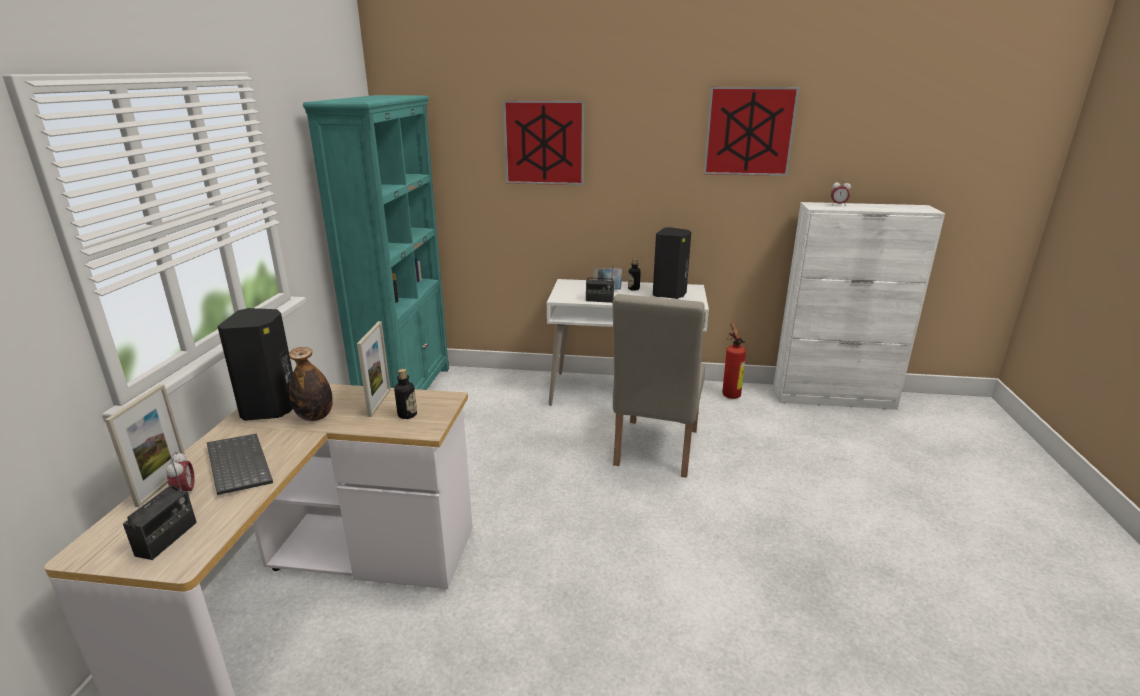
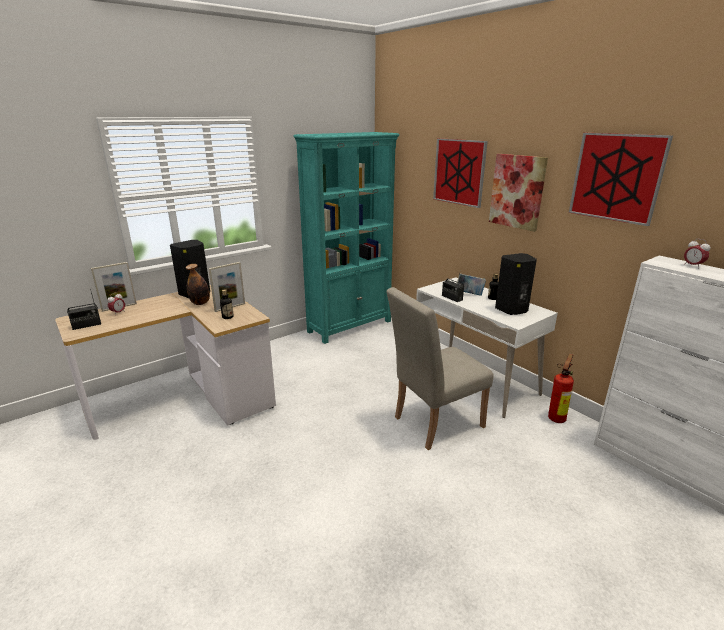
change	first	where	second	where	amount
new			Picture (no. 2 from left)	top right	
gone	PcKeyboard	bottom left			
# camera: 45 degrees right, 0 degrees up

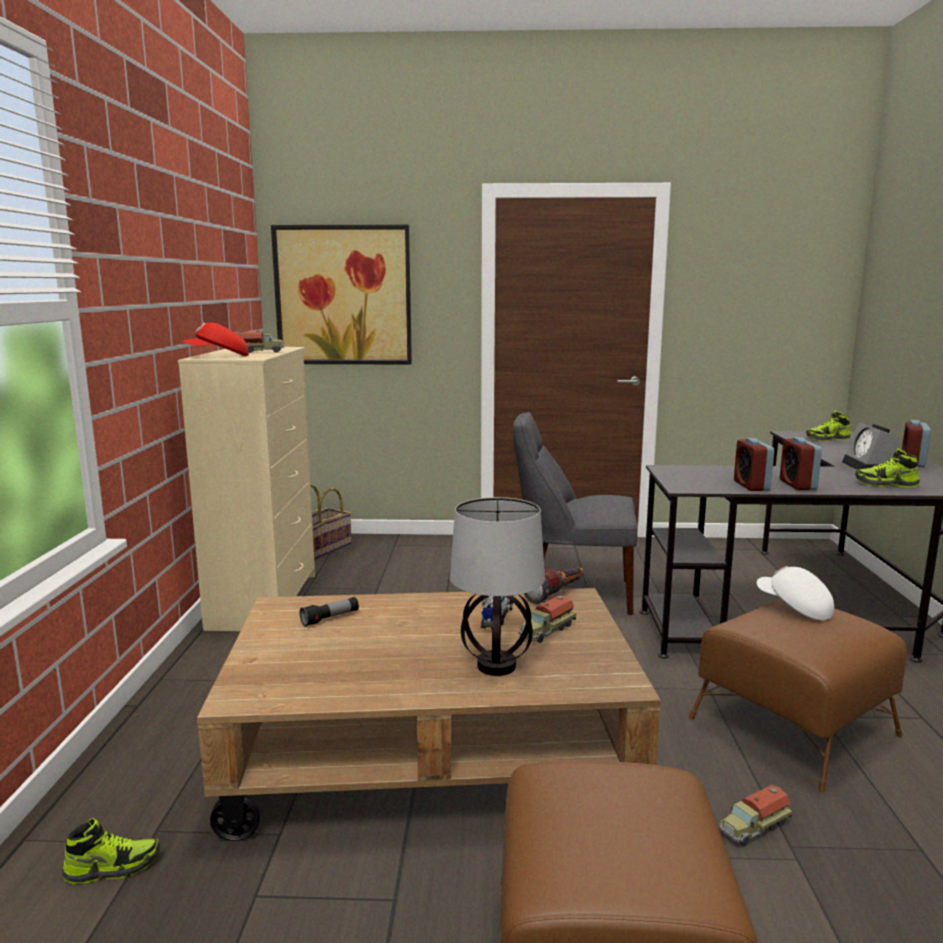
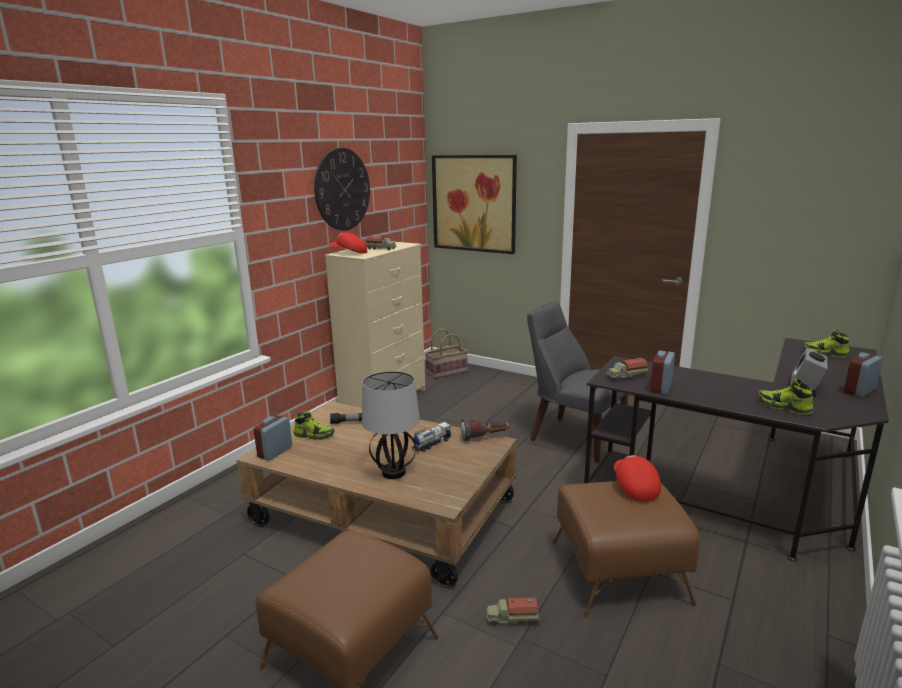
change	first	where	second	where	amount
shifted	TableClock (no. 2 from left in the first image)	middle right	TableClock (no. 1 from left)	middle left	
shifted	Shoe (no. 1 from left)	bottom left		centre	
new			HangingClock	top centre	
shifted	ModelTruck (no. 3 from left in the first image)	centre	ModelTruck (no. 4 from left)	middle right	
repainted	WhitishPeakedCap	middle right	ReddishPeakedCap (no. 2 from left)	bottom right	
# camera: 30 degrees right, 5 degrees up

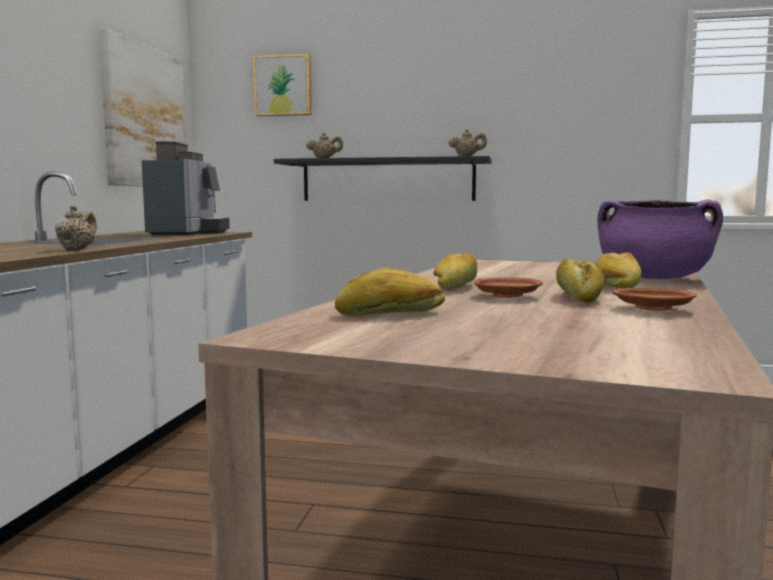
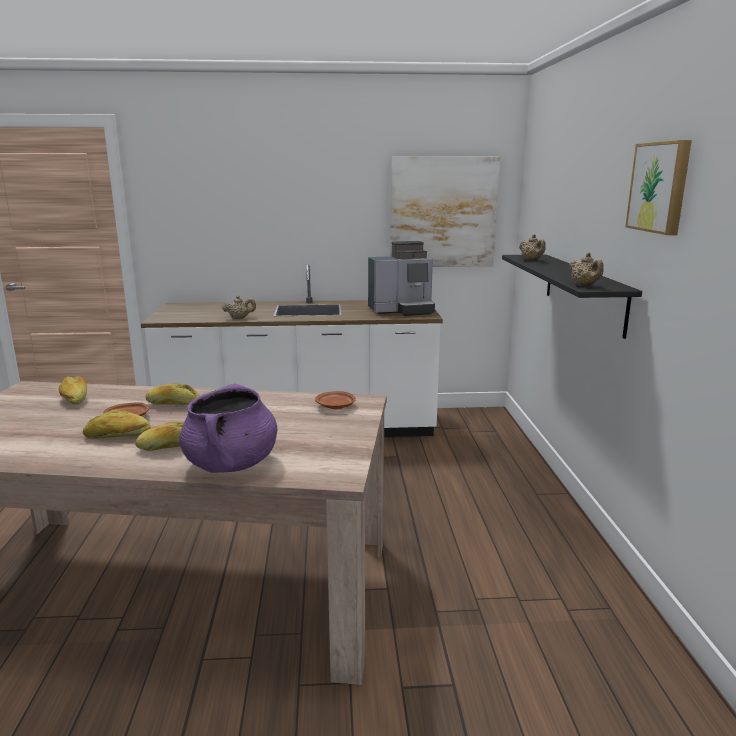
change	first	where	second	where	amount
shifted	BrownishDinnerPlate (no. 2 from left)	middle right		centre	
shifted	Picture (no. 2 from left)	top centre		top right	
# camera: 75 degrees right, 10 degrees up

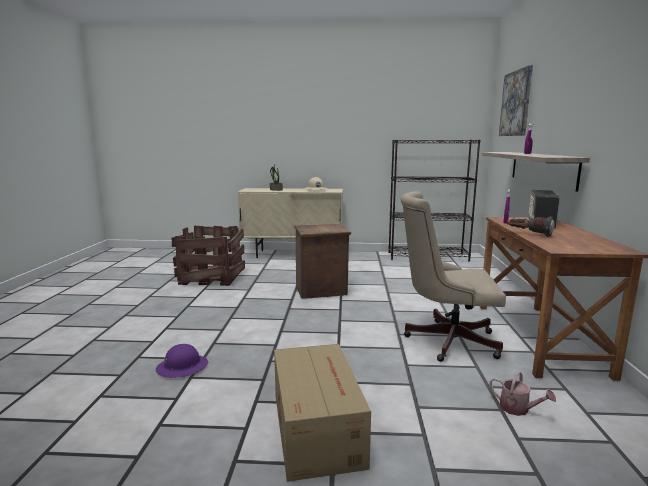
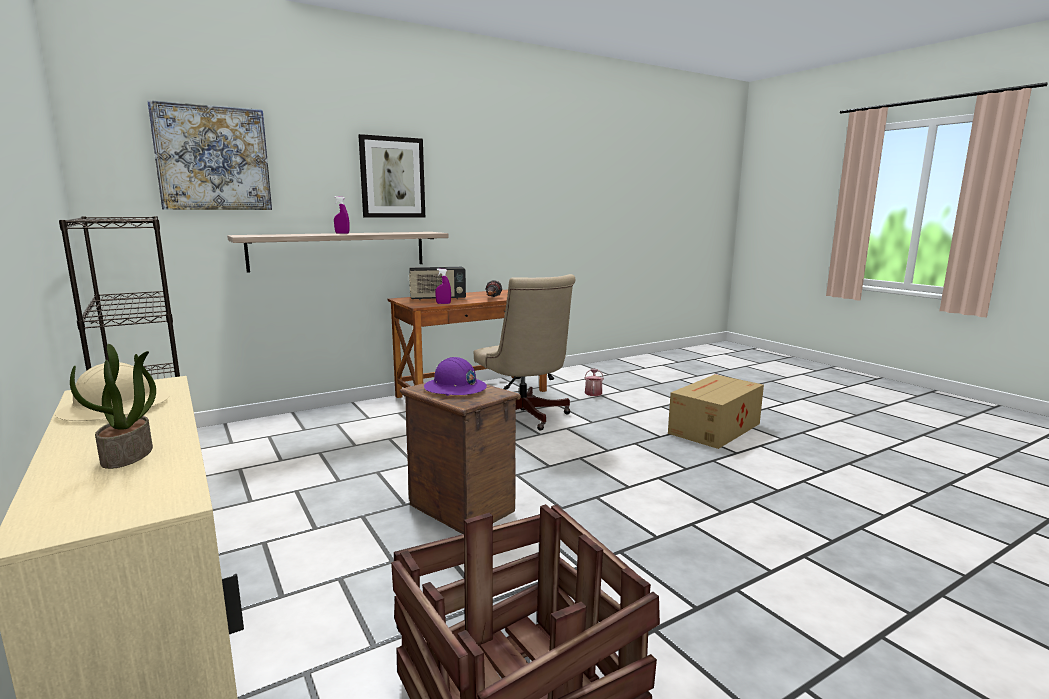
change	first	where	second	where	amount
new			Picture (no. 2 from left)	top centre	
shifted	PurpleHardHat	bottom left		centre	
# camera: 125 degrees left, 0 degrees up

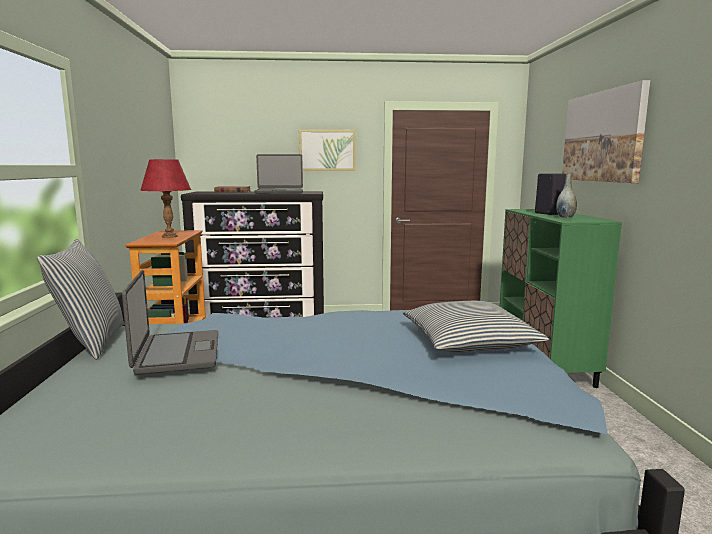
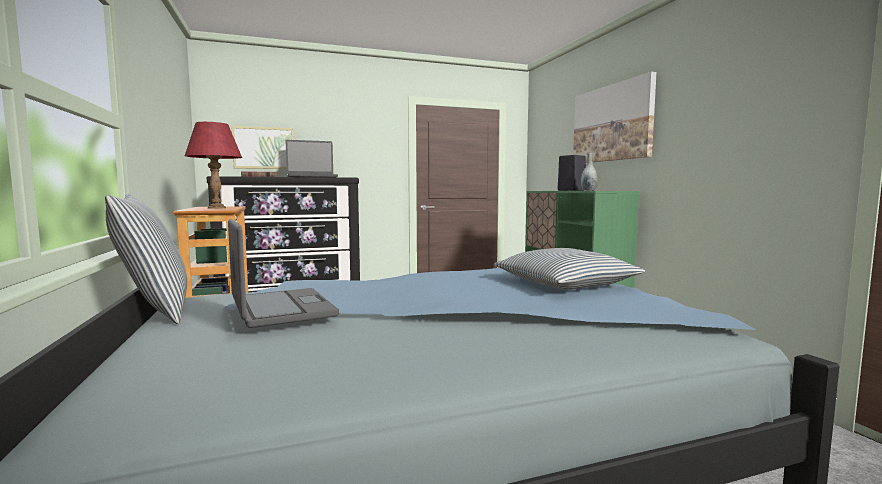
change	first	where	second	where	amount
shifted	Picture (no. 1 from left)	top centre		top left	
# camera: 15 degrees left, 5 degrees down

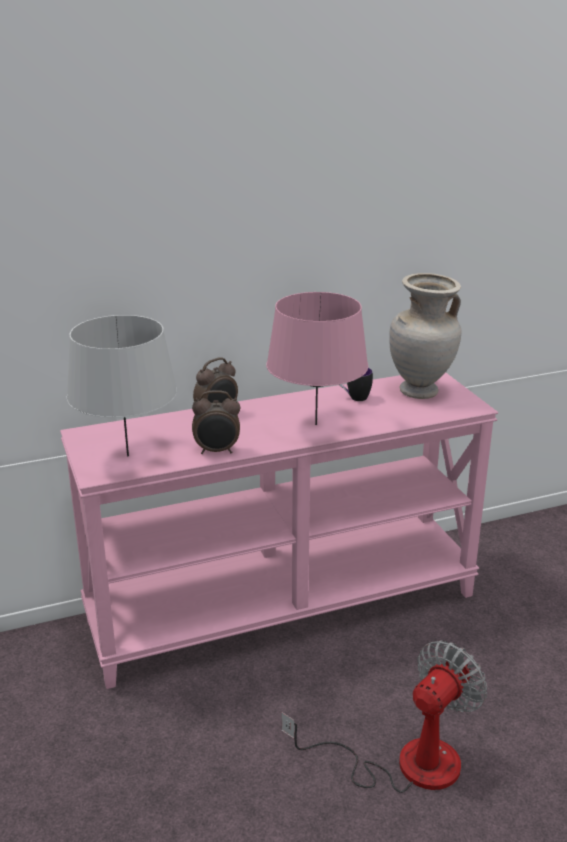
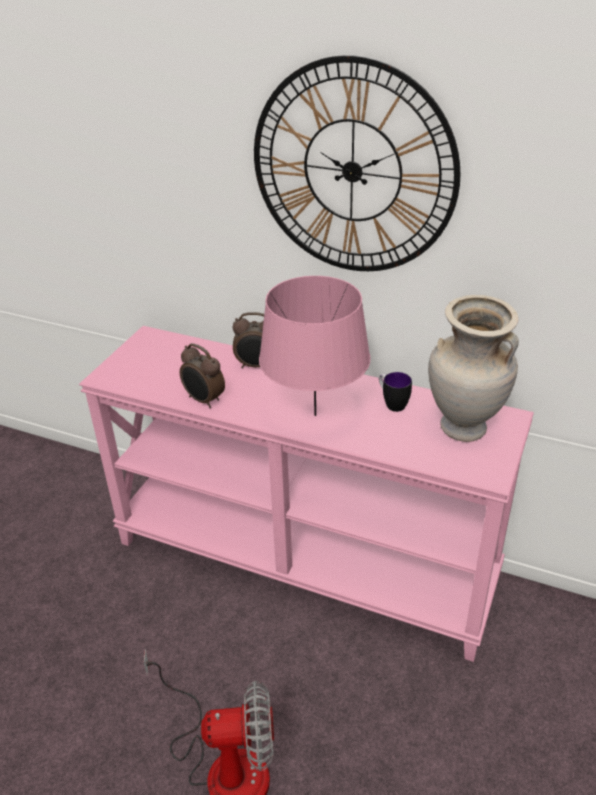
change	first	where	second	where	amount
new			HangingClock	top centre	
gone	GreyishTabletopLamp	middle left			
# camera: 45 degrees right, 10 degrees up

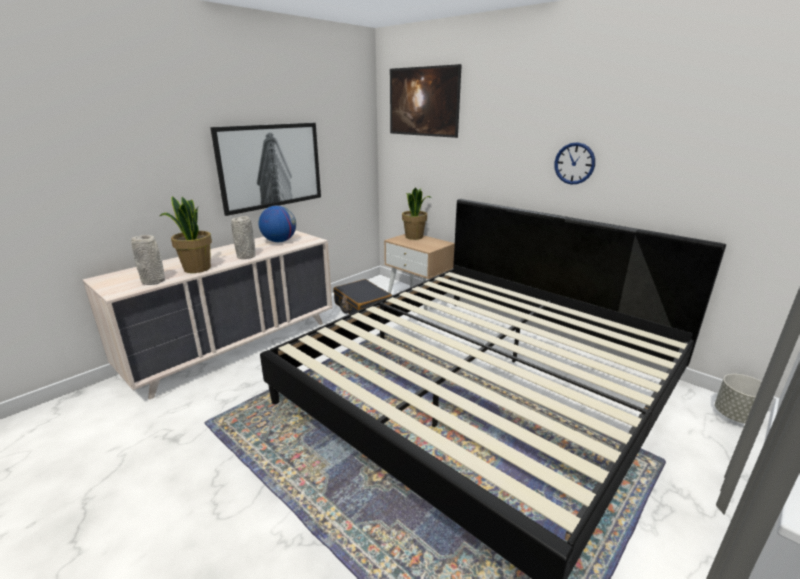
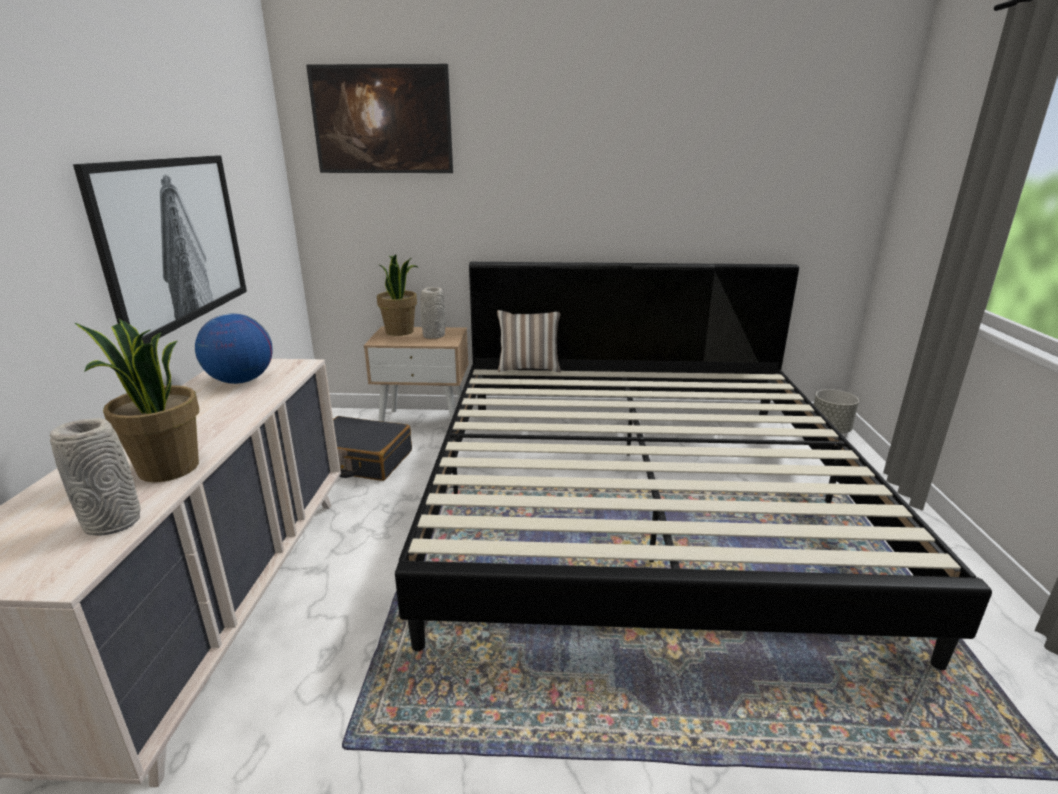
change	first	where	second	where	amount
shifted	GreyishFlowerVase (no. 2 from left)	middle left		centre	
new			Pillow	centre	
gone	HangingClock	top right			
# camera: 40 degrees left, 0 degrees up

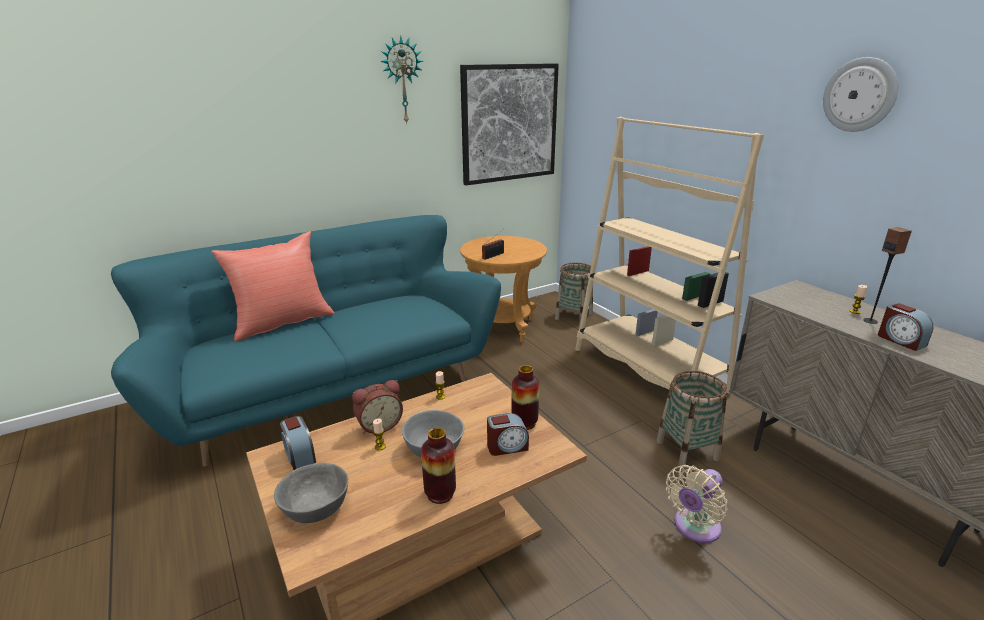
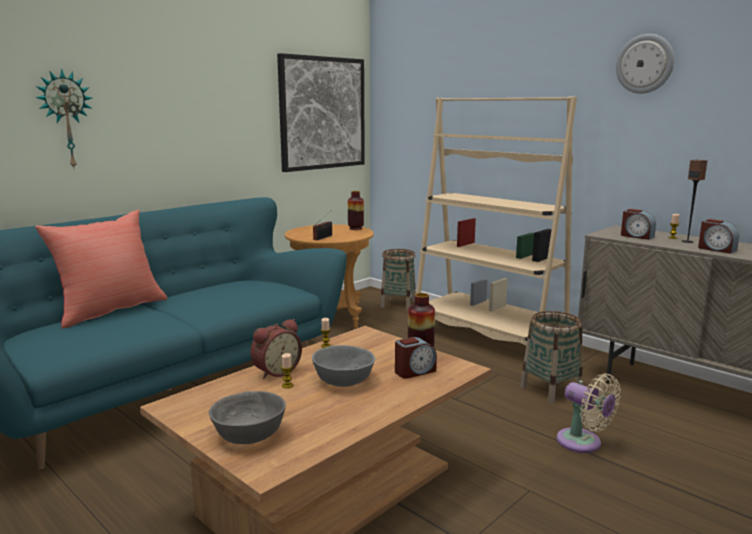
change	first	where	second	where	amount
shifted	HangingClock (no. 1 from left)	top centre		top left	
shifted	FlowerVase (no. 1 from left)	bottom centre		centre	
rotated	BeigeColouredCoolingFan	bottom right		bottom right	75 degrees counterclockwise
shifted	TableClock (no. 1 from left in the first image)	bottom left	TableClock (no. 3 from left)	middle right	
# camera: 15 degrees left, 10 degrees down

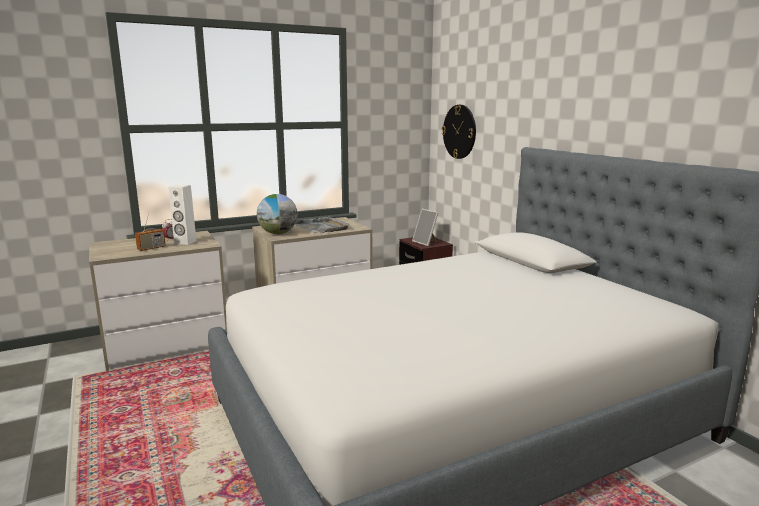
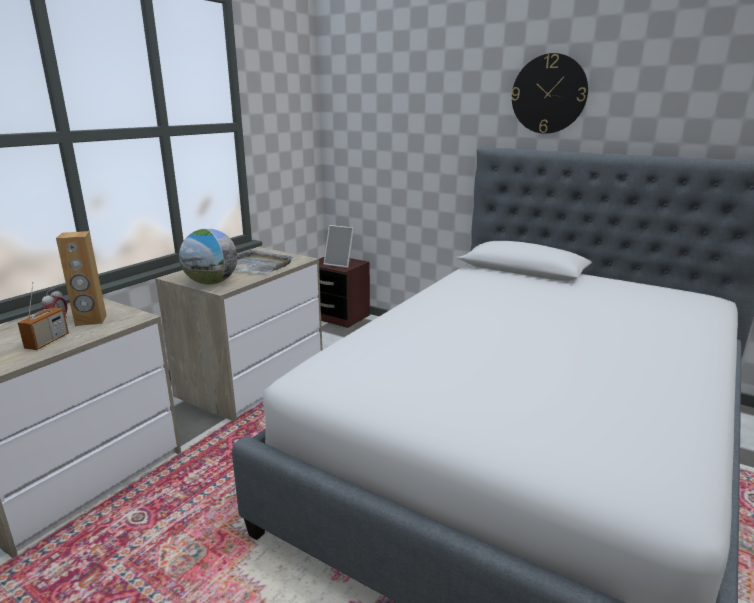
change	first	where	second	where	amount
repainted	WhitishLoudspeaker	middle left	BrownishLoudspeaker	middle left	
shifted	HangingClock	top centre		top right	
# camera: 30 degrees left, 5 degrees up

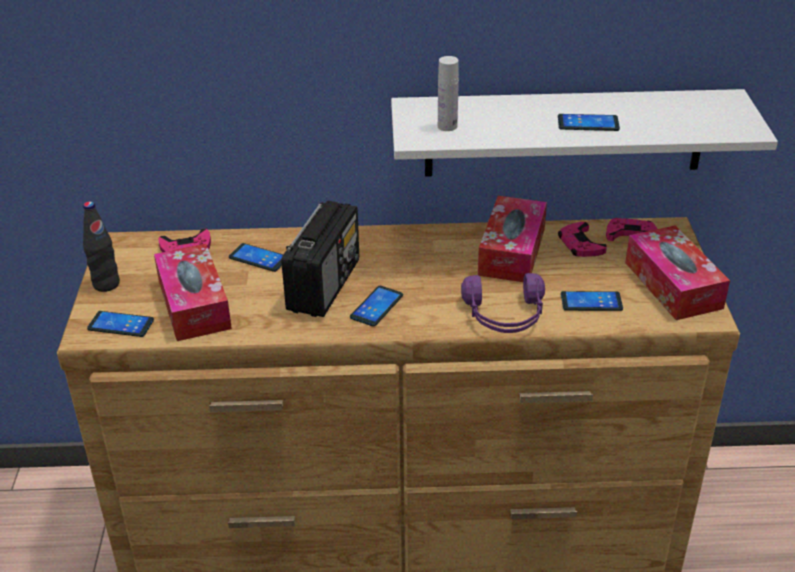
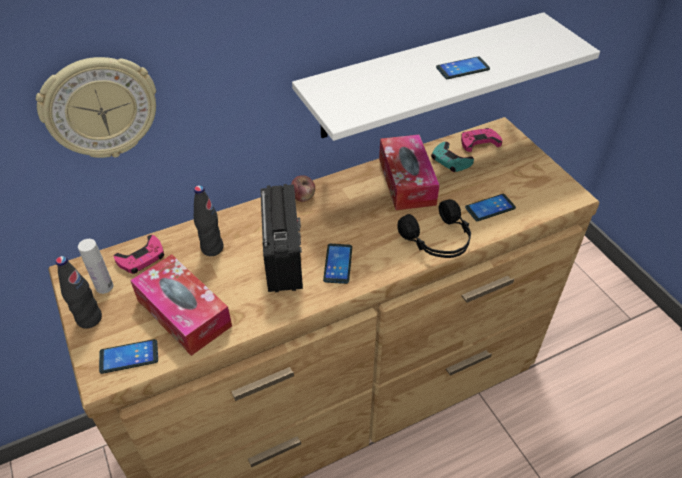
change	first	where	second	where	amount
new			HangingClock	top left	
shifted	WhitishBeverageBottle	top centre		middle left	
swapped	Telephone (no. 2 from left)	middle left	BlackishBeverageBottle (no. 2 from left)	middle left	
new			AppleFruit	centre	
repainted	PurpleHeadset	centre	BlackishHeadset	centre	
repainted	PinkColouredGamepad (no. 2 from left)	middle right	TurquoiseGamepad	top centre	
gone	BoxOfTissues (no. 3 from left)	middle right			
# camera: 25 degrees left, 10 degrees up

